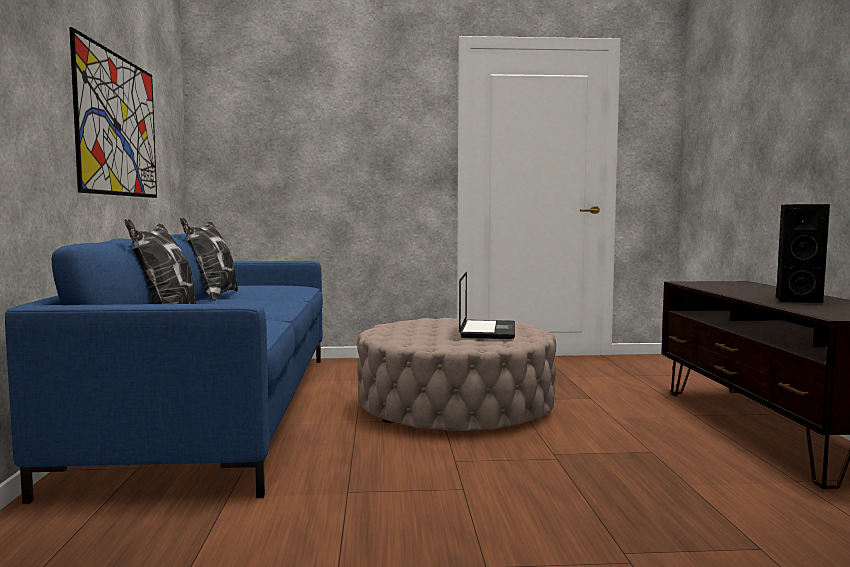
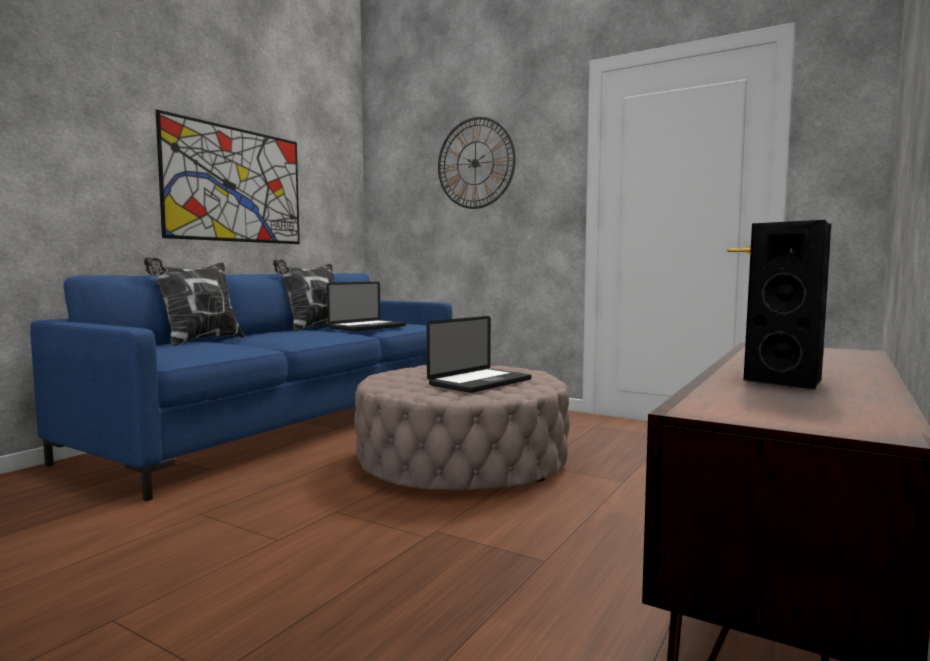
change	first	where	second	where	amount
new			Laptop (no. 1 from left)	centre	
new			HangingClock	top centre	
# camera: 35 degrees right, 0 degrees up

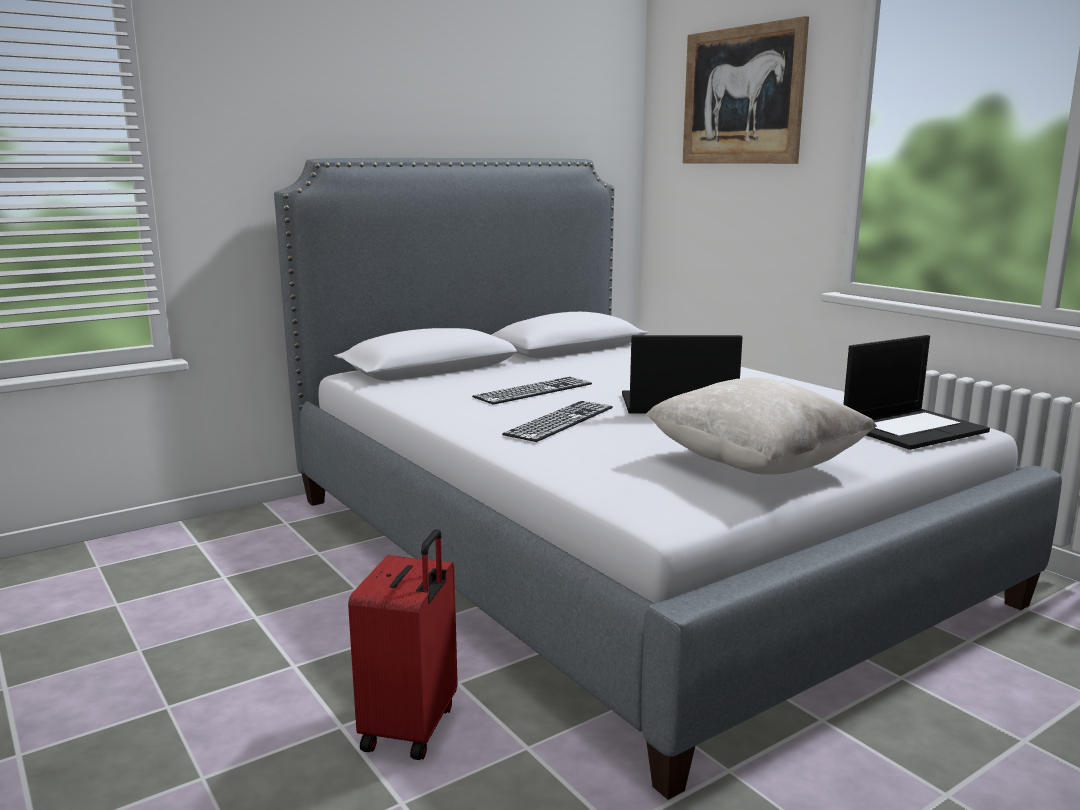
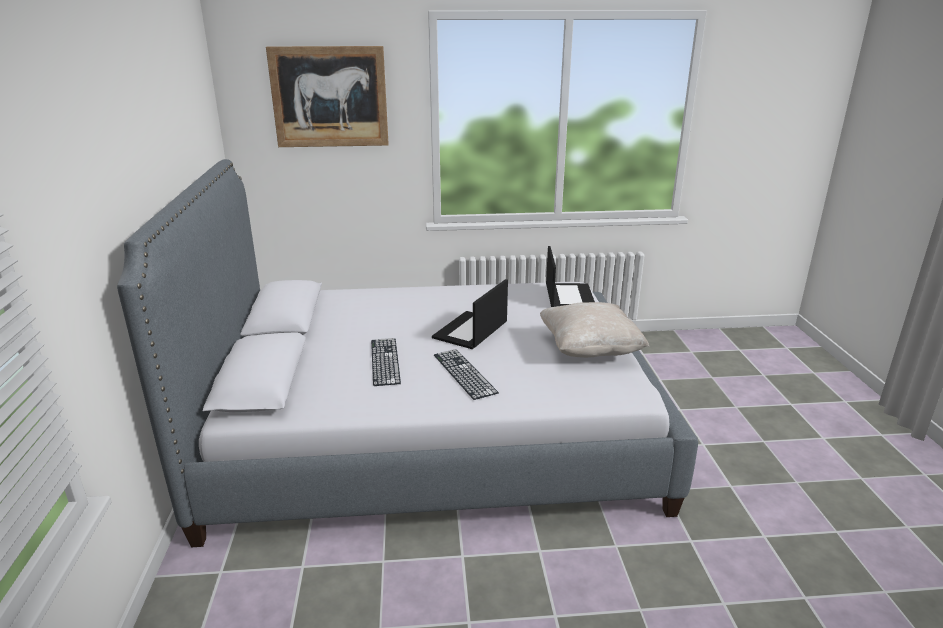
change	first	where	second	where	amount
gone	ReddishTravelCase	bottom centre			
# camera: 60 degrees left, 10 degrees up

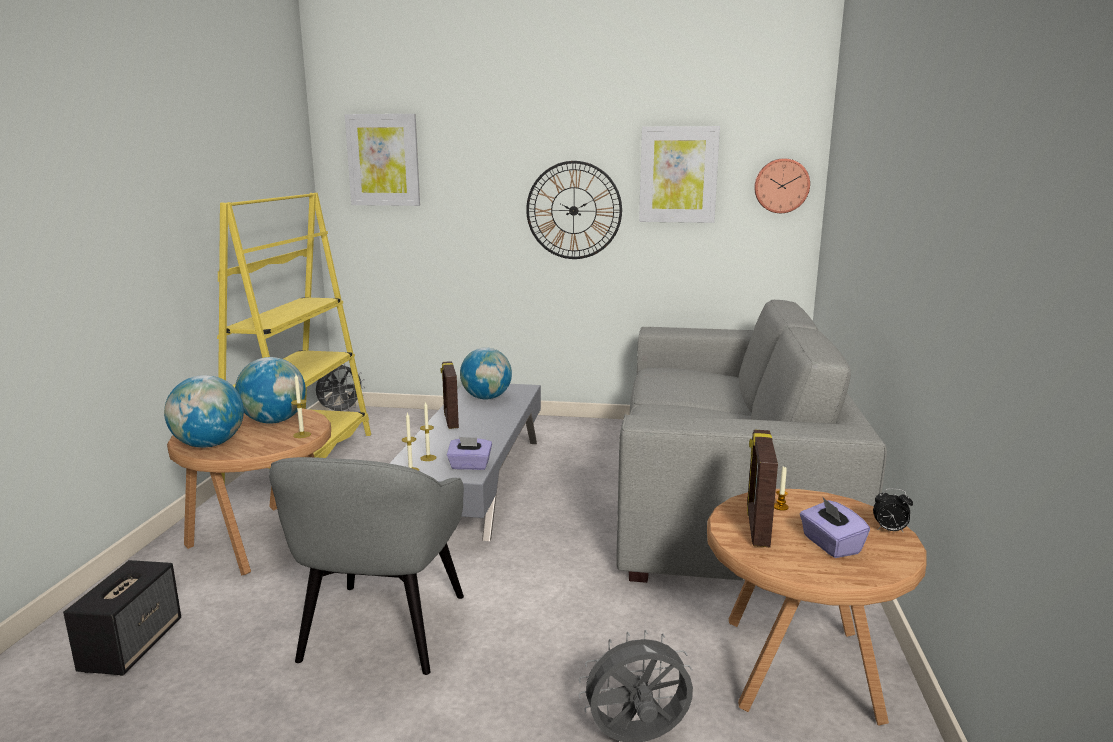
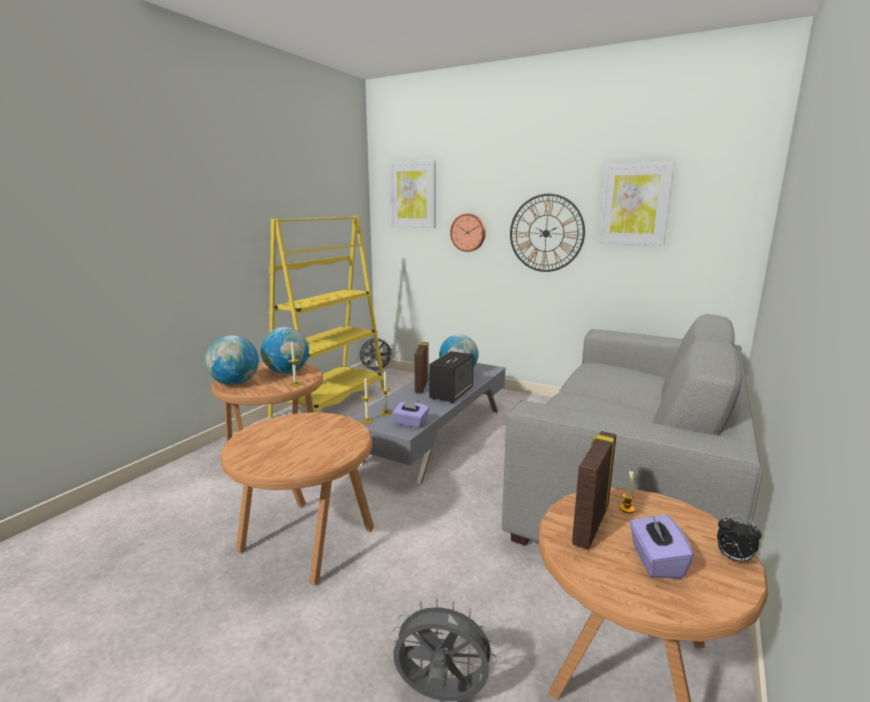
change	first	where	second	where	amount
swapped	GreyishLoungeChair	bottom left	BrownishEndTable (no. 2 from left)	bottom centre	
shifted	Loudspeaker	bottom left		centre	
shifted	HangingClock (no. 2 from left in the first image)	top right	HangingClock (no. 1 from left)	top centre	
# camera: 20 degrees right, 0 degrees up

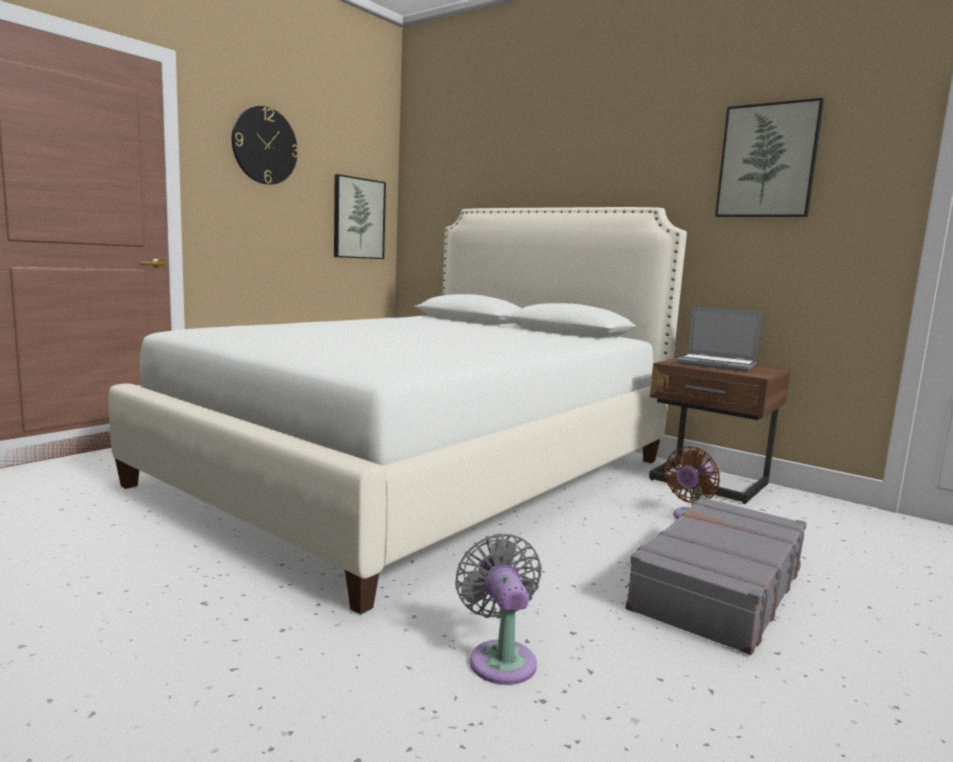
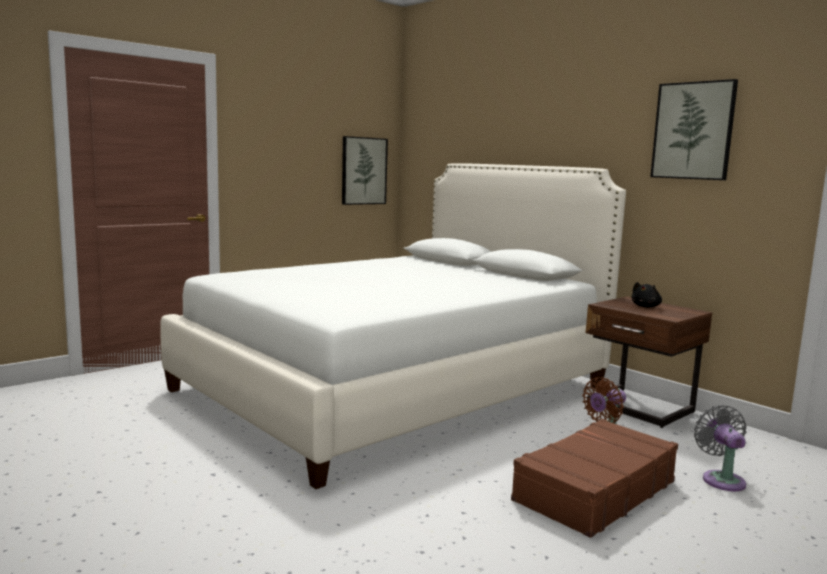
change	first	where	second	where	amount
repainted	GreyishTravelCase	bottom right	BrownishTravelCase	bottom right	
swapped	Laptop	middle right	BlackishCuddlyToy	middle right	
shifted	GreyishCoolingFan	bottom centre		bottom right	
gone	HangingClock	top left			
# camera: 10 degrees right, 0 degrees up

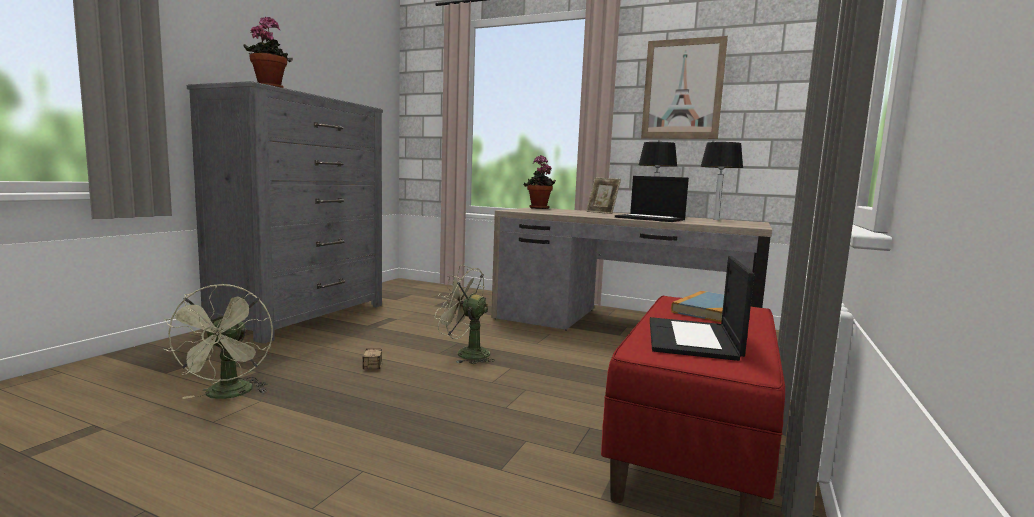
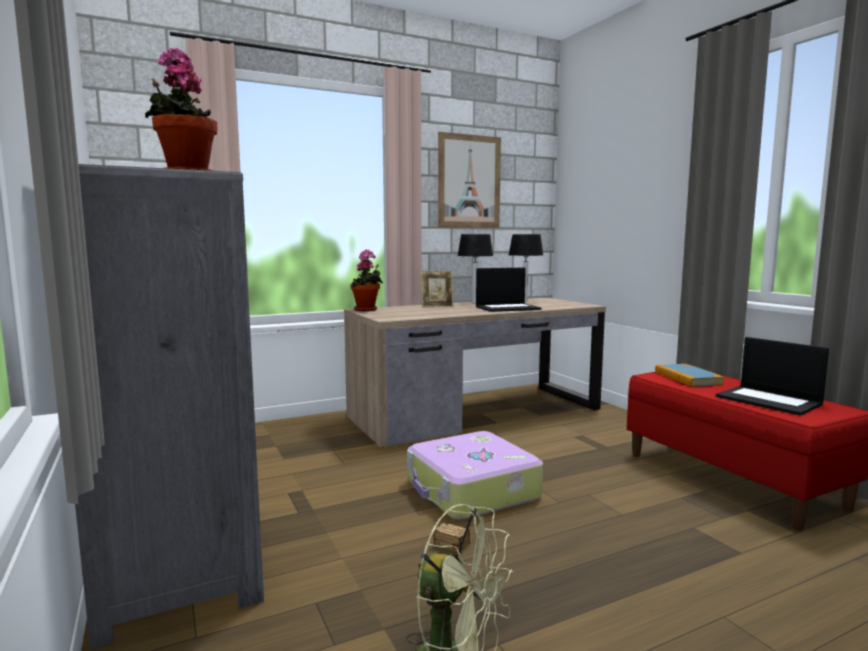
change	first	where	second	where	amount
swapped	GreenColouredCoolingFan (no. 2 from left)	centre	TravelCase	bottom centre	
# camera: 50 degrees left, 0 degrees up

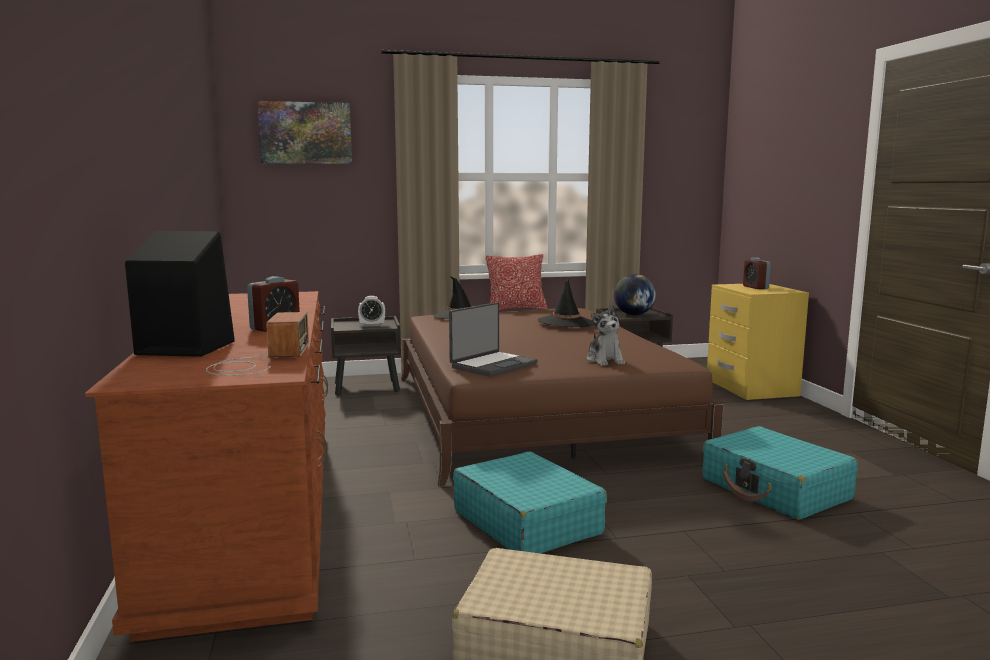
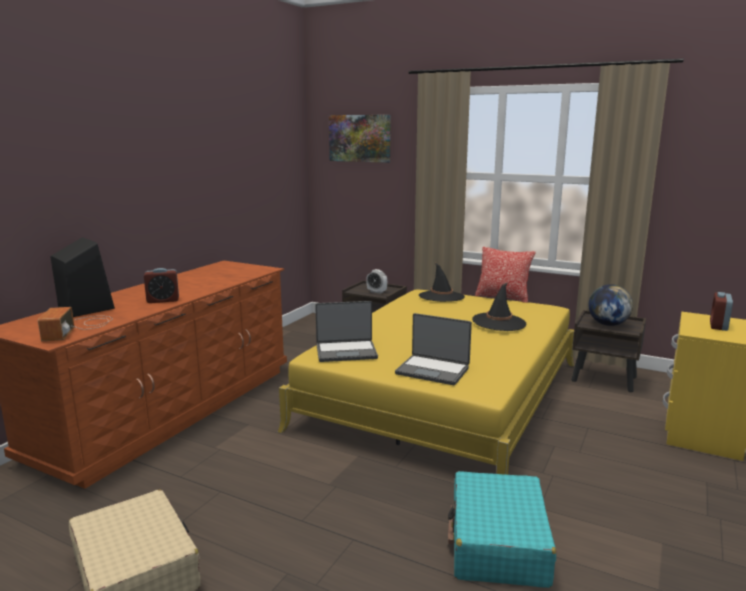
change	first	where	second	where	amount
rotated	RadioSet	middle left		middle left	135 degrees clockwise
repainted	BrownishBed	centre	YellowBed	centre	
swapped	CuddlyToy	centre	Laptop (no. 2 from left)	centre	
gone	TurquoiseTravelCase (no. 1 from left)	bottom centre			
# camera: 40 degrees right, 5 degrees up

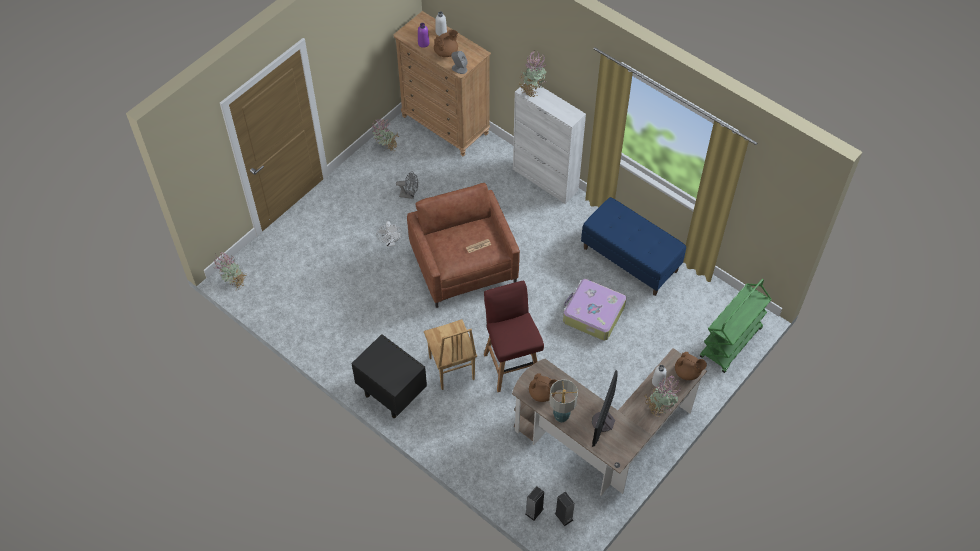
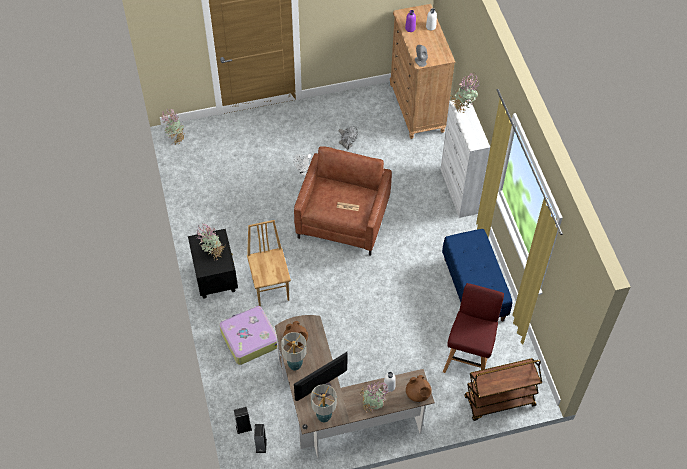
change	first	where	second	where	amount
shifted	PottedPlant (no. 2 from left)	top centre		middle left	
shifted	TravelCase	centre		bottom centre	
rotated	BrownishPlainChair	centre		centre	150 degrees clockwise
new			TabletopLamp (no. 2 from left)	bottom centre	
shifted	ReddishStoolSeat	centre		bottom right	
repainted	GreenColouredCart	middle right	BrownishCart	bottom right	
gone	BrownishTeapot (no. 1 from left)	top centre			
# camera: 35 degrees right, 0 degrees up

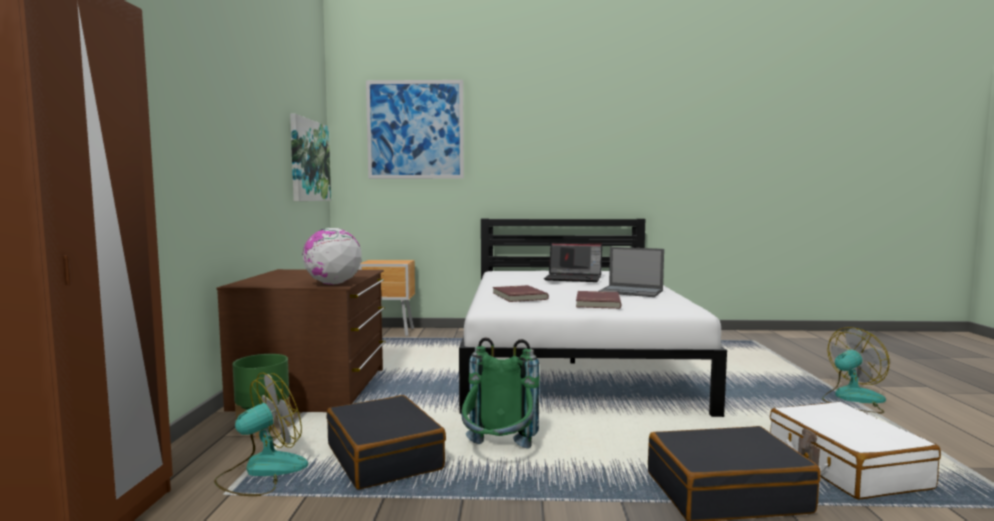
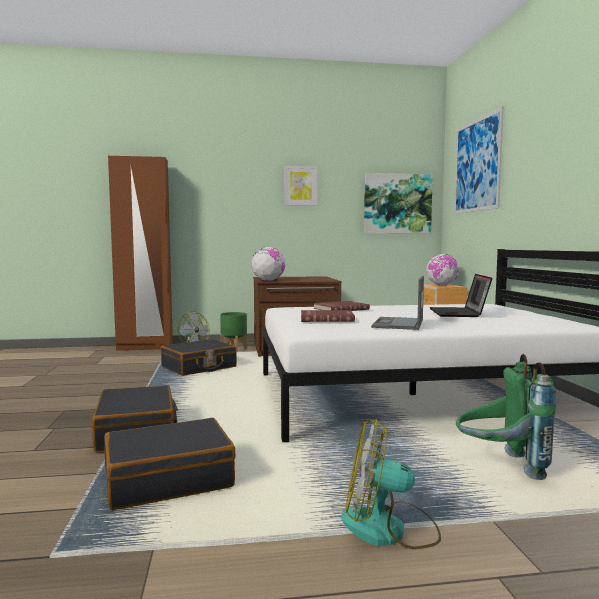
change	first	where	second	where	amount
repainted	WhitishTravelCase	bottom right	BlackishTravelCase (no. 2 from left)	bottom left	
new			Picture (no. 1 from left)	top centre	
rotated	CoolingFan (no. 2 from left)	bottom right		bottom centre	135 degrees clockwise
new			WorldGlobe (no. 2 from left)	middle right	
shifted	GreenColouredBackpack	bottom centre		bottom right	
# camera: 80 degrees right, 0 degrees up

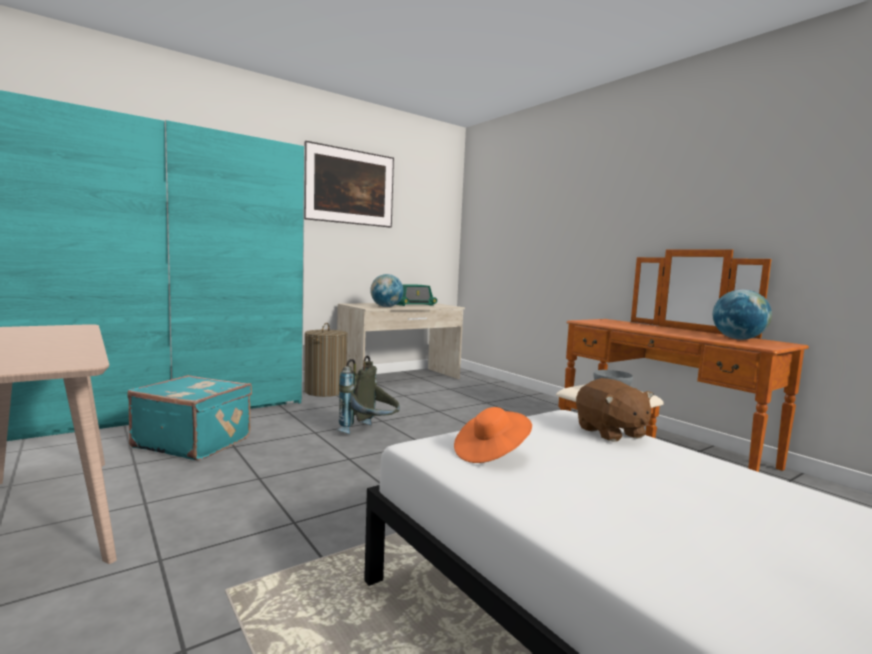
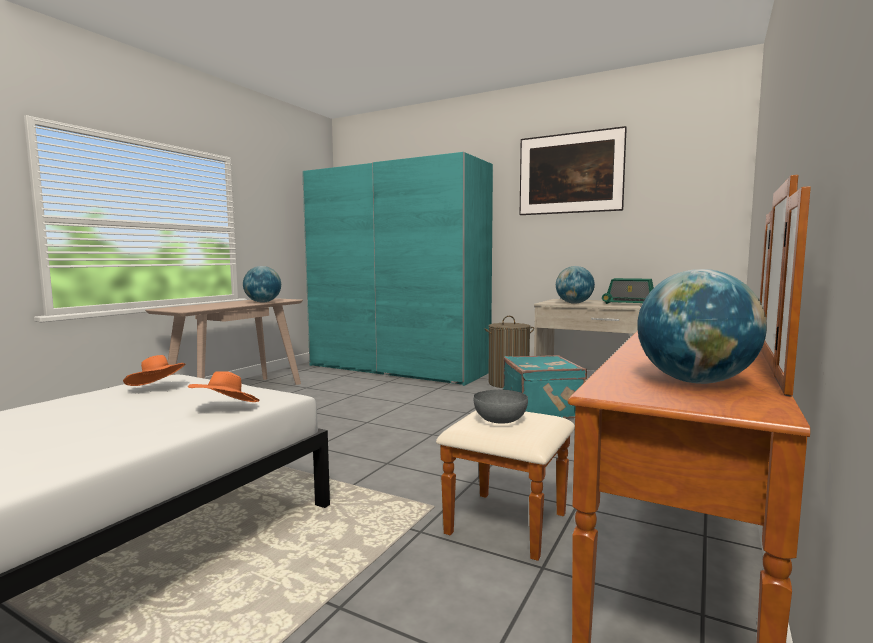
change	first	where	second	where	amount
swapped	BrownishCuddlyToy	middle right	OrangeyHat (no. 2 from left)	middle left	
new			WorldGlobe (no. 1 from left)	middle left	
shifted	TurquoiseTravelCase	middle left		centre	
gone	GreyishBackpack	centre			
# camera: 65 degrees right, 0 degrees up

